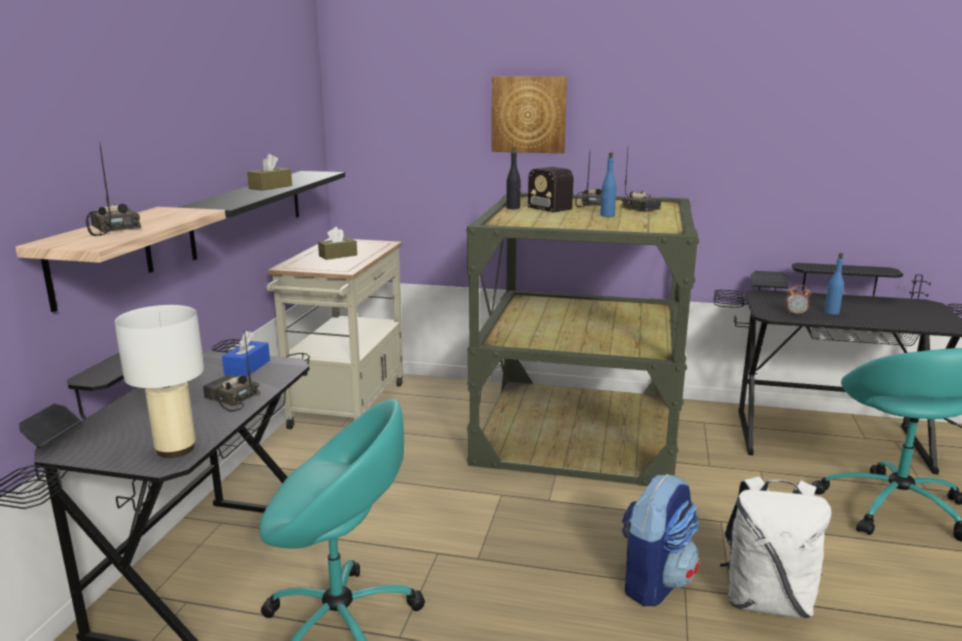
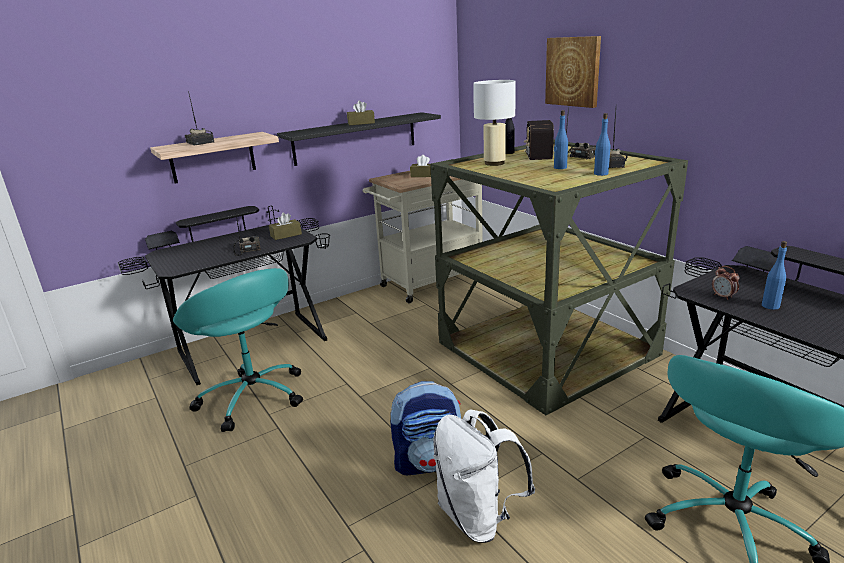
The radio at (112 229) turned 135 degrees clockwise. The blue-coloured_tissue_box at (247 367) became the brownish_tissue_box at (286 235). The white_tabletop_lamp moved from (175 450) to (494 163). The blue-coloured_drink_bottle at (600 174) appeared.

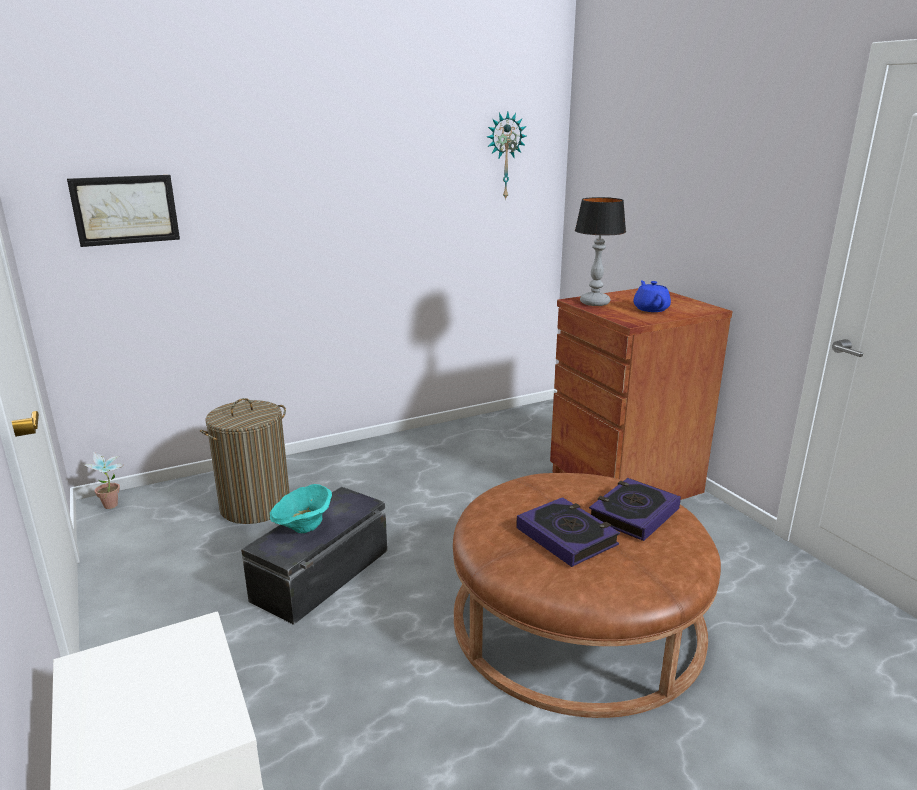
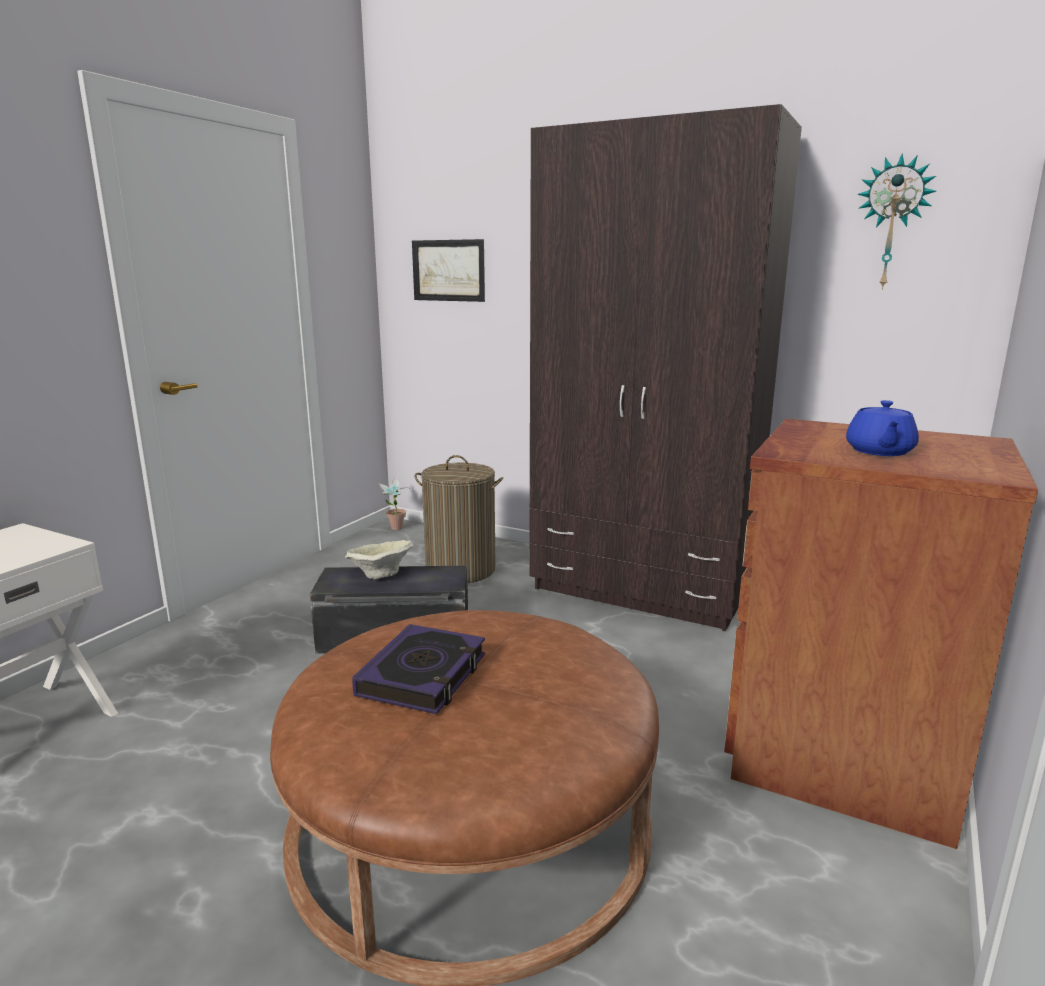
The turquoise_deep_dish at (303 527) became the beige_deep_dish at (380 575). The brownish_armoire at (641 590) appeared. The blue-coloured_teapot at (650 309) turned 150 degrees clockwise. The tabletop_lamp at (594 303) disappeared. The bound_book at (633 514) disappeared.

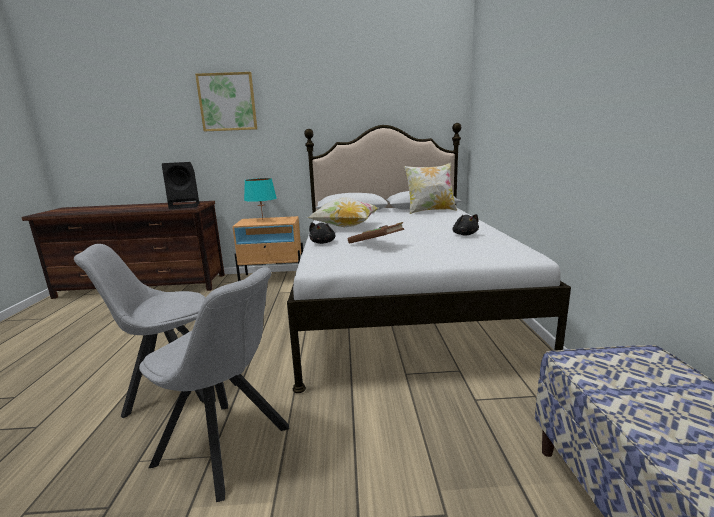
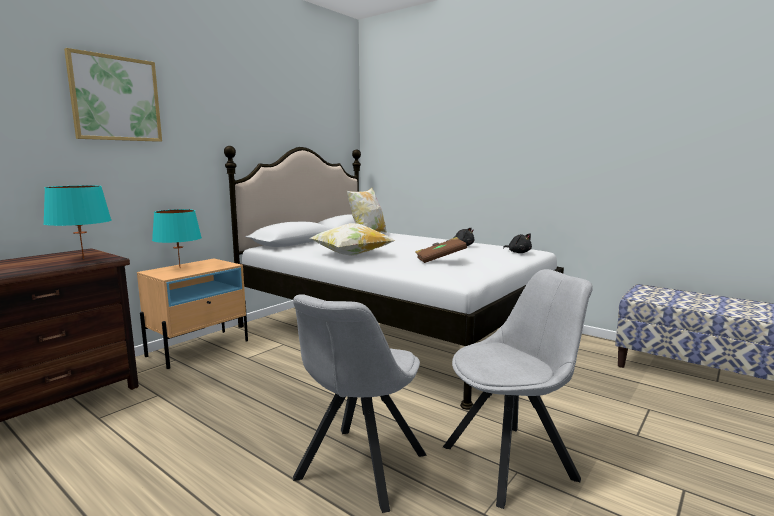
The black-coloured_speaker at (185 206) was replaced by the turquoise_tabletop_lamp at (83 258). The black-coloured_cuddly_toy moved from (323 242) to (518 252).

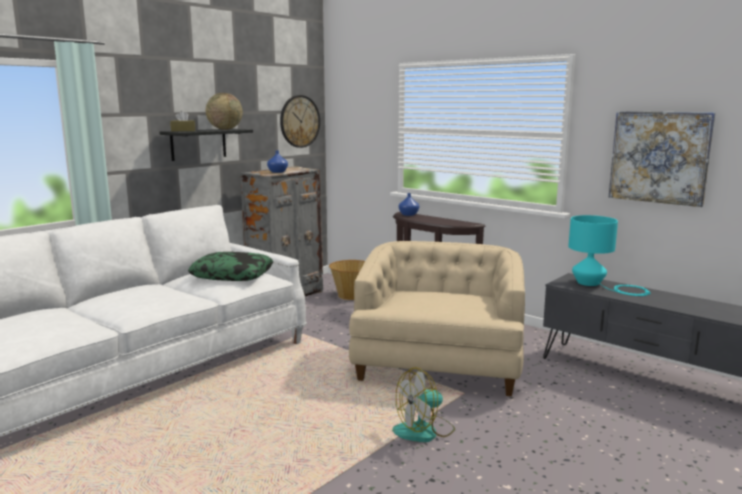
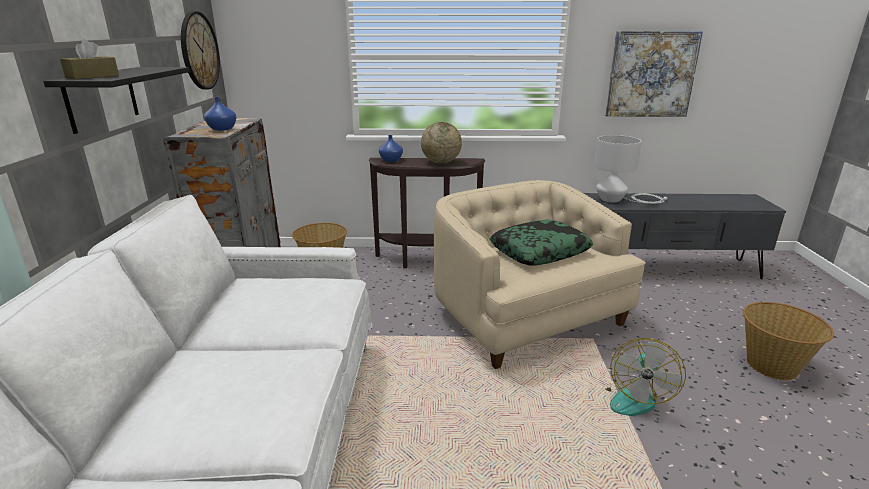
The world_globe moved from (225 129) to (441 162). The cushion moved from (232 275) to (539 251). The turquoise_tabletop_lamp at (604 286) became the white_tabletop_lamp at (625 199). The household_basket at (772 365) appeared.

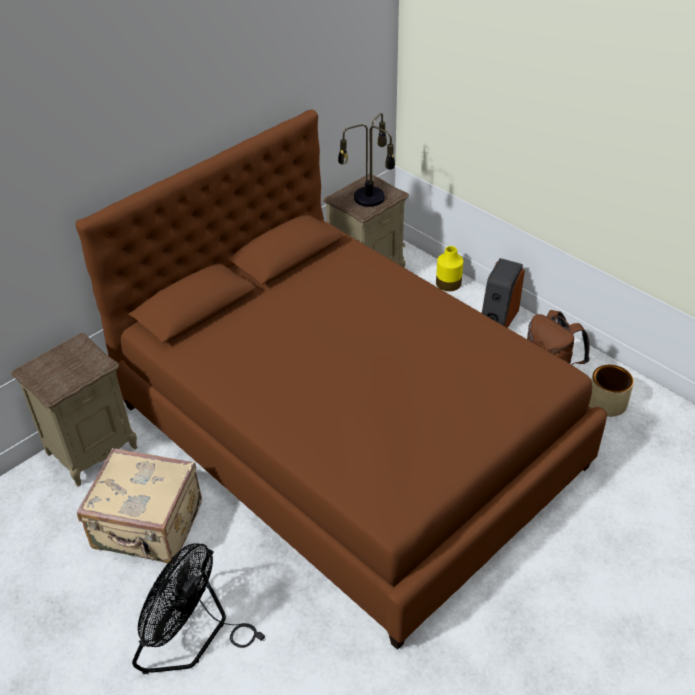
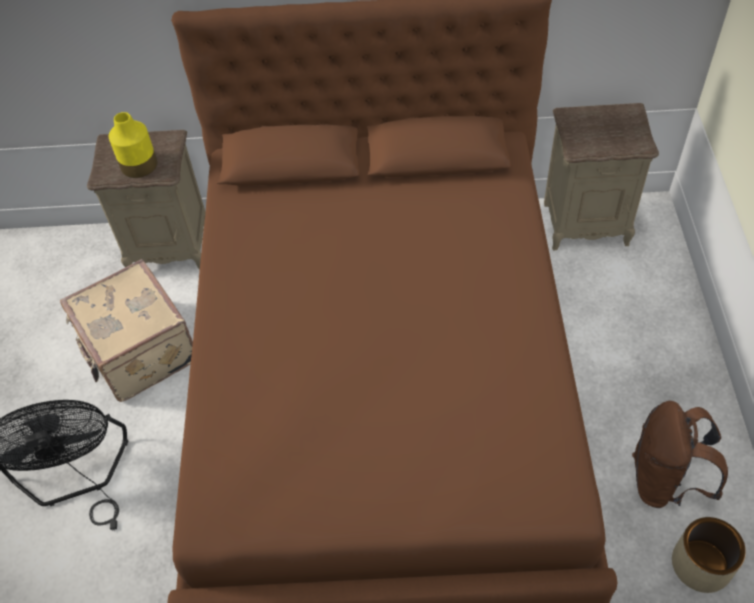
The yellowish_decorative_vase moved from (448 283) to (138 164). The tabletop_lamp at (369 198) disappeared. The speaker at (498 319) disappeared.

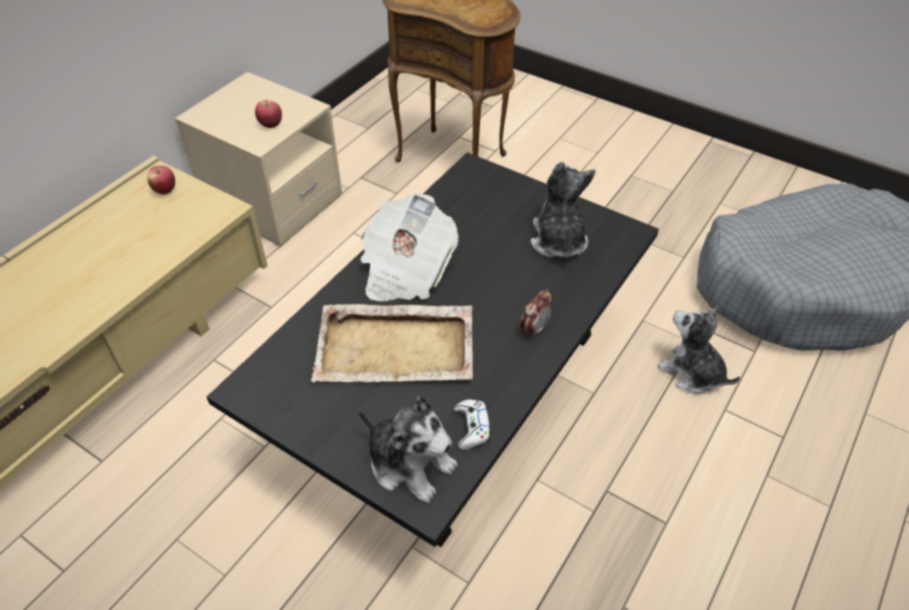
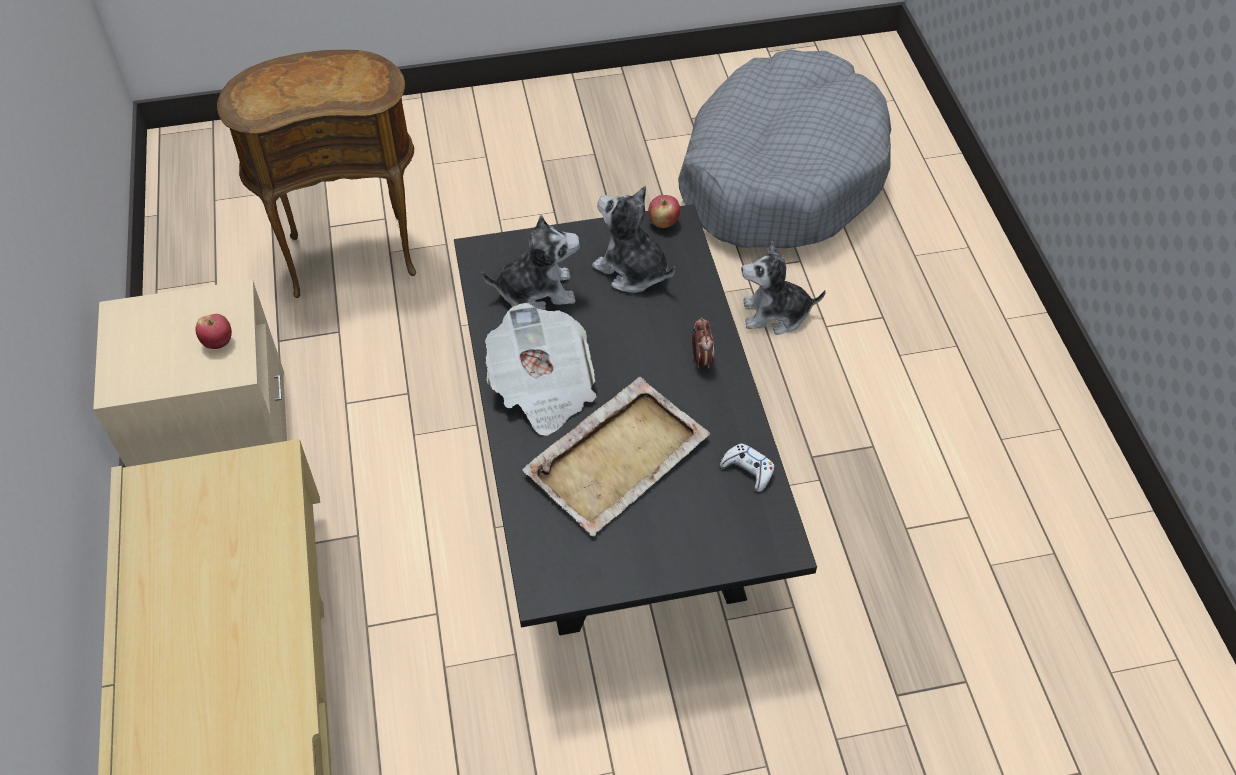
The cuddly_toy moved from (410 463) to (537 291). The apple_fruit moved from (165 190) to (663 222).

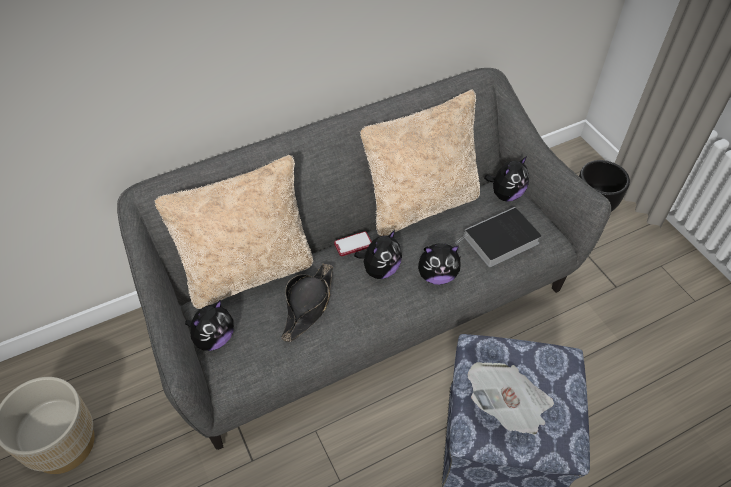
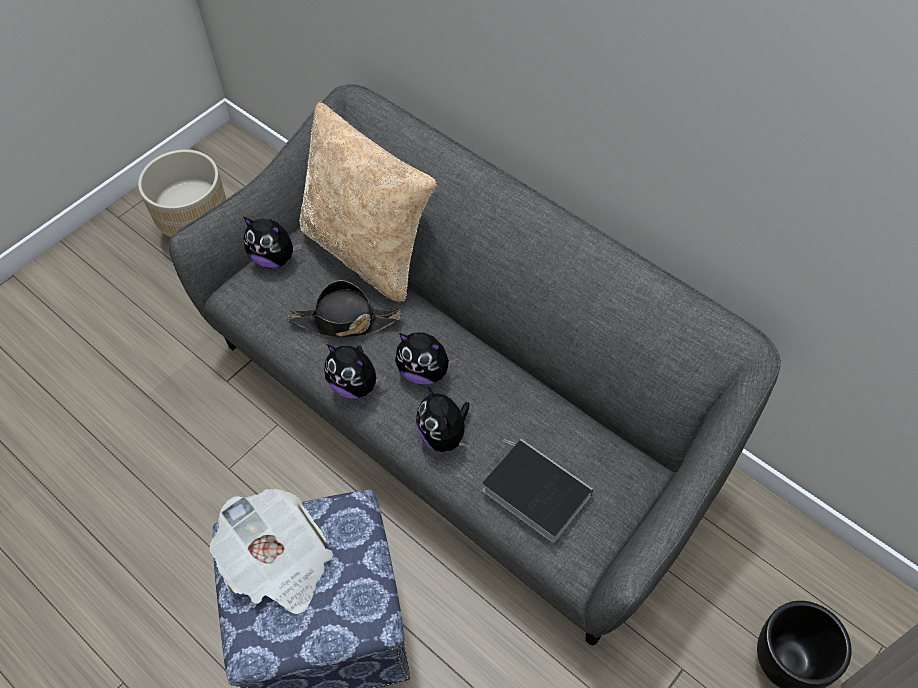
The cuddly_toy moved from (505 194) to (355 385). The telephone at (353 244) disappeared. The beige_cushion at (422 206) disappeared.

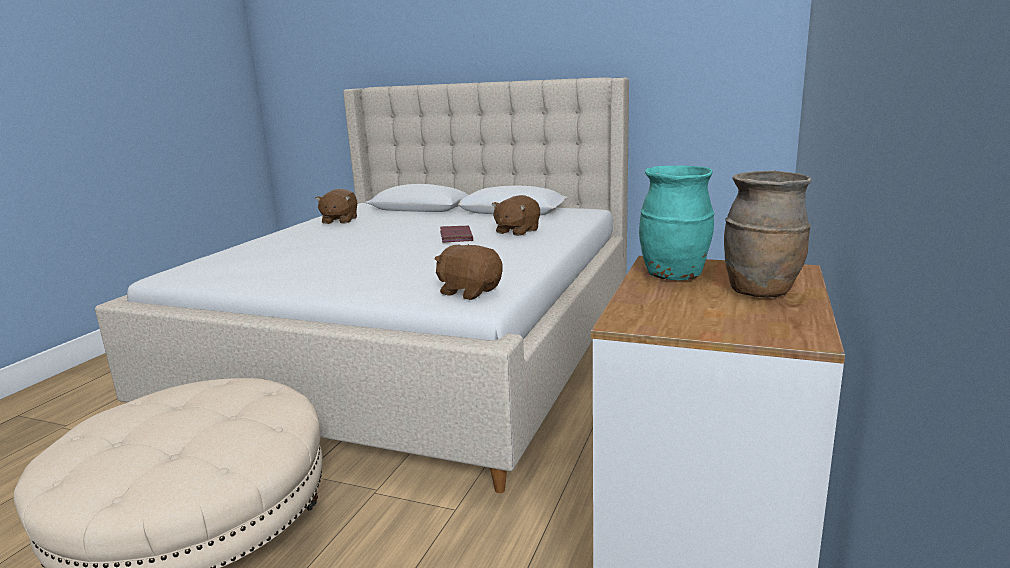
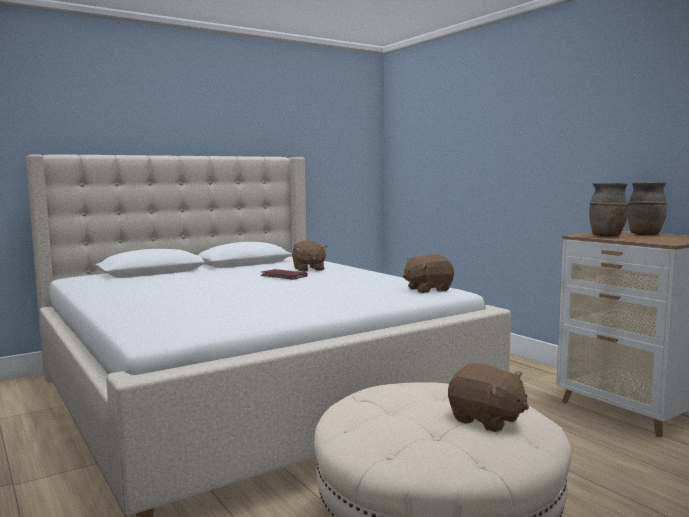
The brownish_cuddly_toy moved from (339 220) to (486 420). The turquoise_decorative_vase at (675 276) became the brownish_decorative_vase at (607 236).

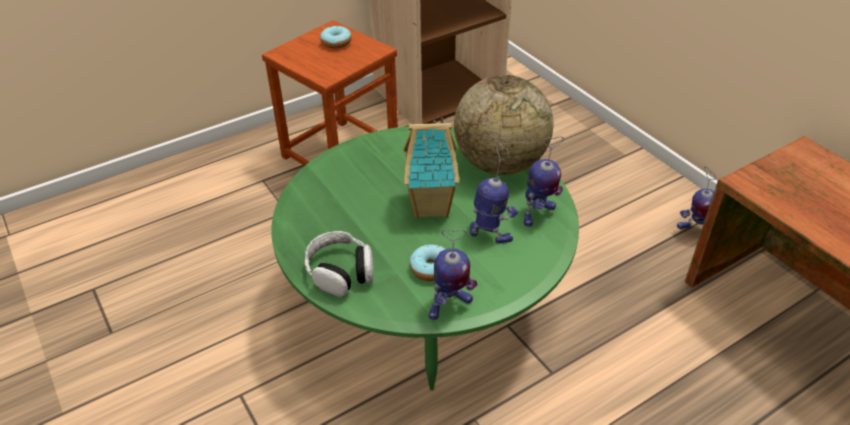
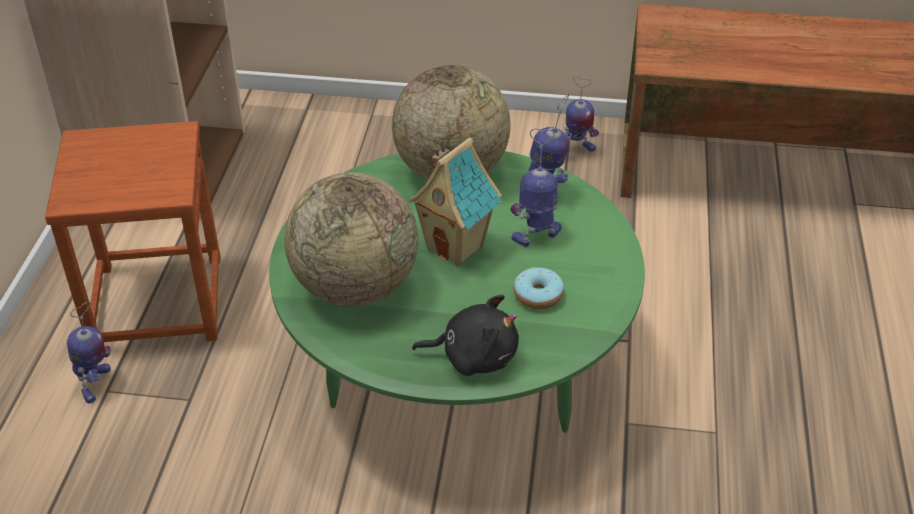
The toy_robot moved from (449 306) to (95 384). The world_globe at (355 287) appeared. The pair_of_headphones at (340 272) was replaced by the black-coloured_cuddly_toy at (474 356). The donut at (336 42) disappeared.

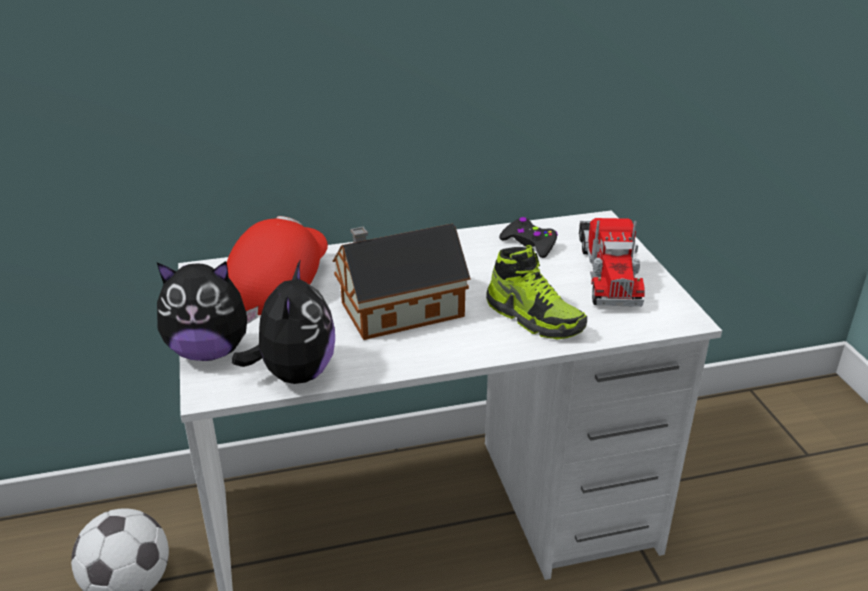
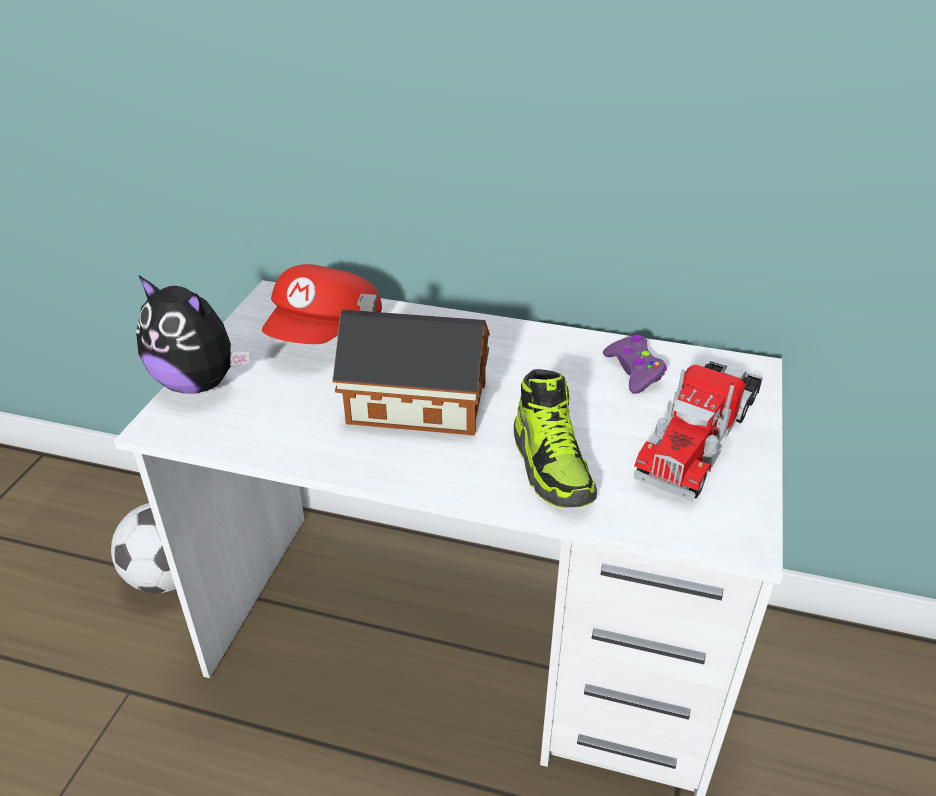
The red-coloured_cap at (279 284) turned 150 degrees clockwise. The black-coloured_joypad at (529 244) became the purple-coloured_joypad at (634 371). The cuddly_toy at (294 373) disappeared.

